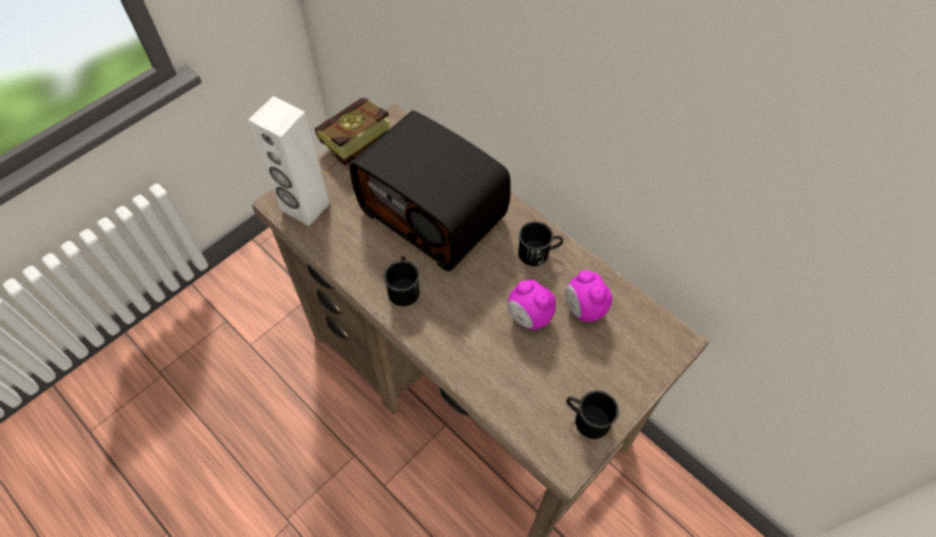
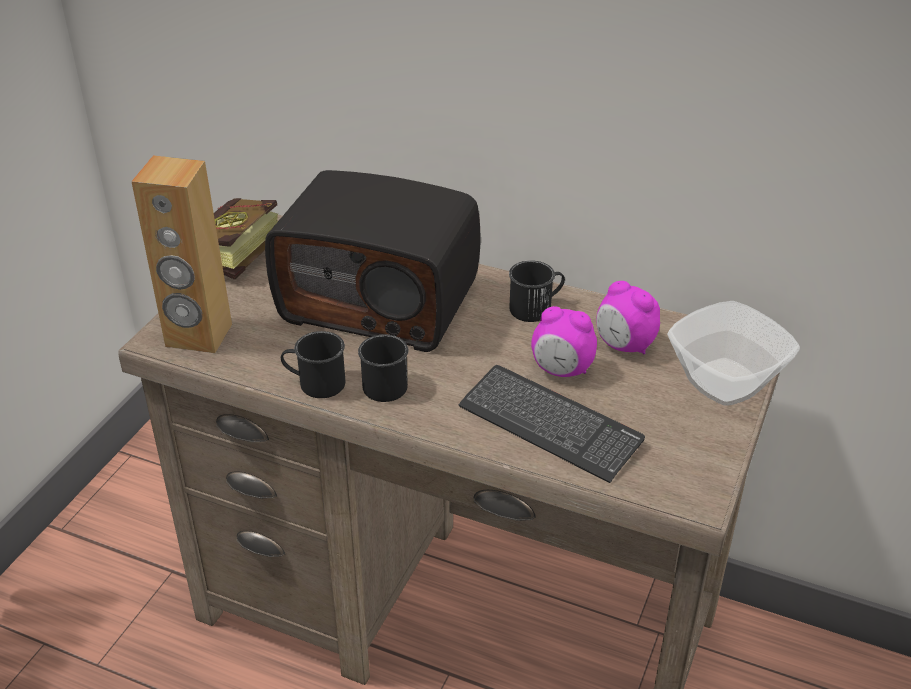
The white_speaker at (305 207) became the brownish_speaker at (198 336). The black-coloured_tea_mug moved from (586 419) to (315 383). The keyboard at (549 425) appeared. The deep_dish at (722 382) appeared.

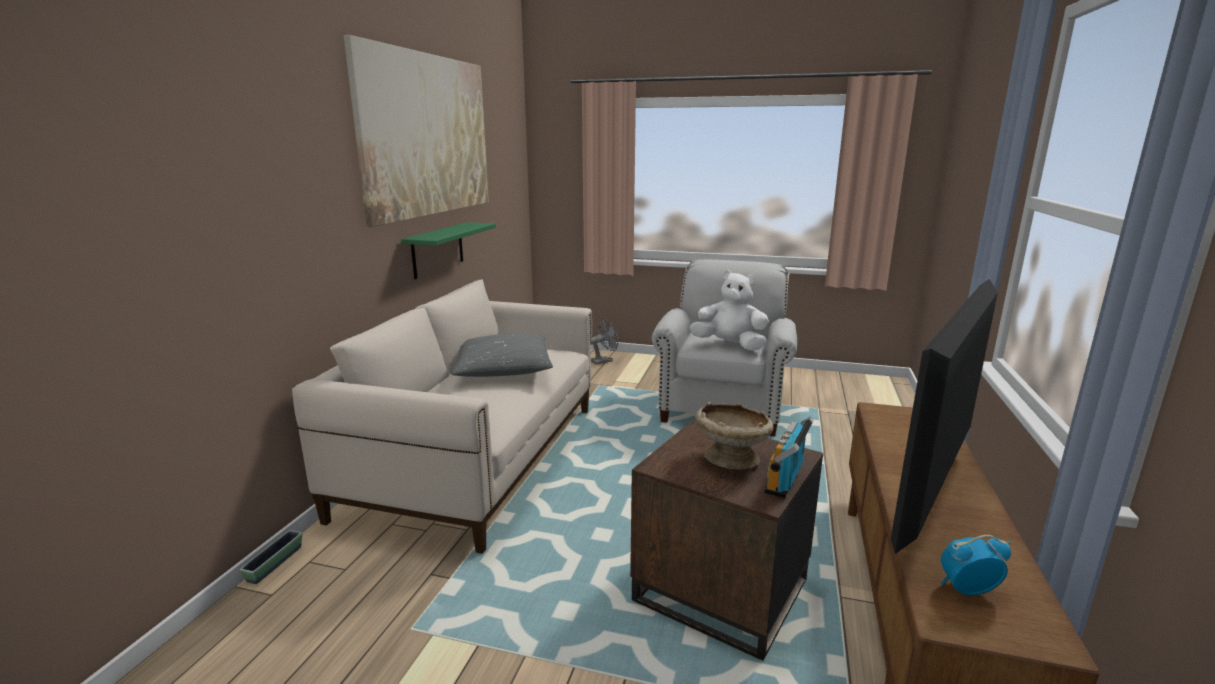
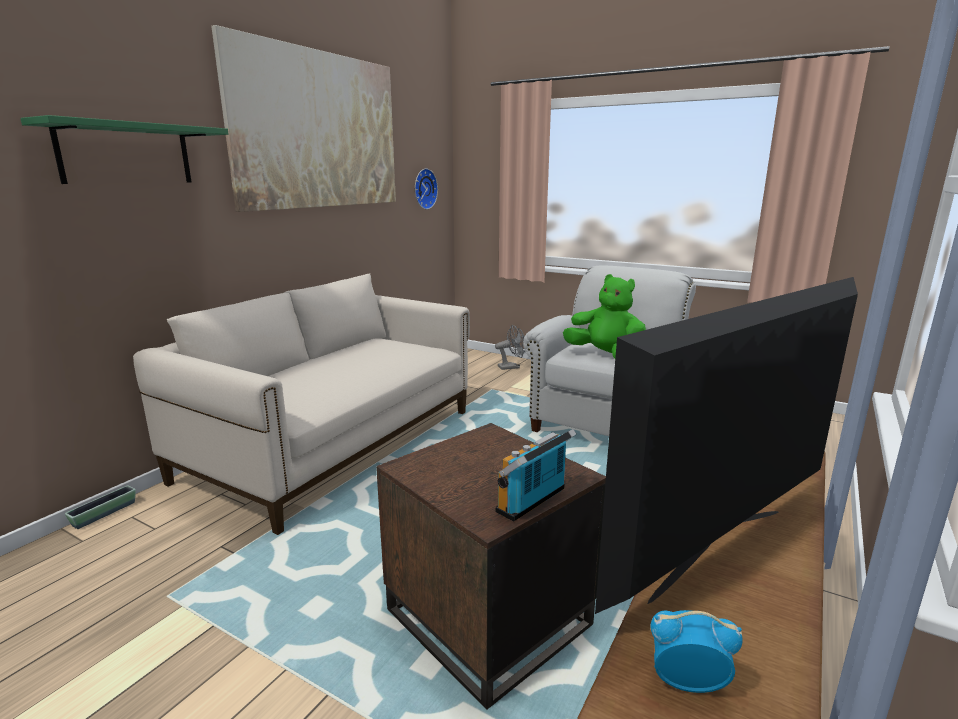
The green-coloured_wall_shelf moved from (438 249) to (126 154). The hanging_clock at (423 189) appeared. The white_cuddly_toy at (729 345) became the green-coloured_cuddly_toy at (605 356). The gray_cushion at (503 369) disappeared. The beige_deep_dish at (730 459) disappeared.

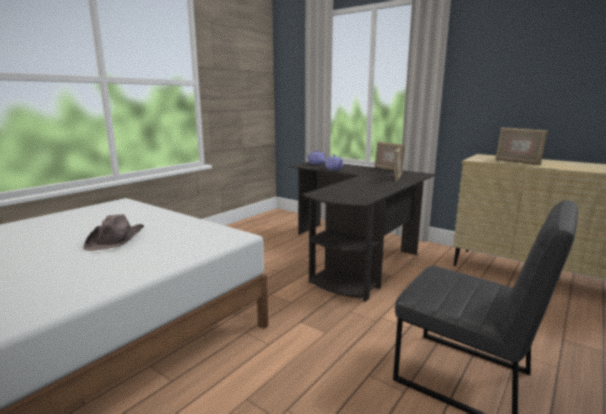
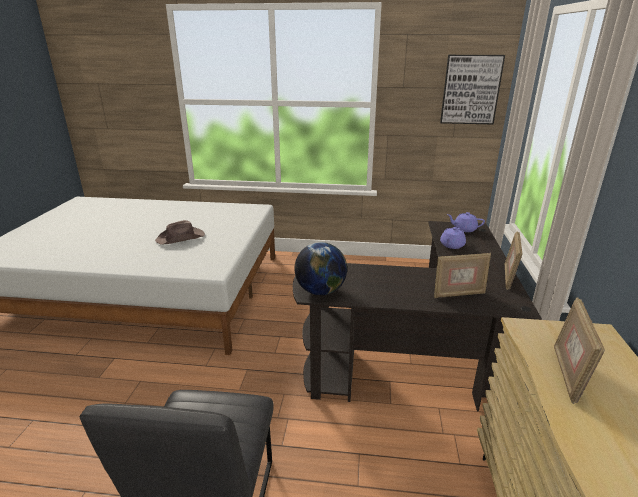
The world_globe at (320 291) appeared. The picture at (470 90) appeared.

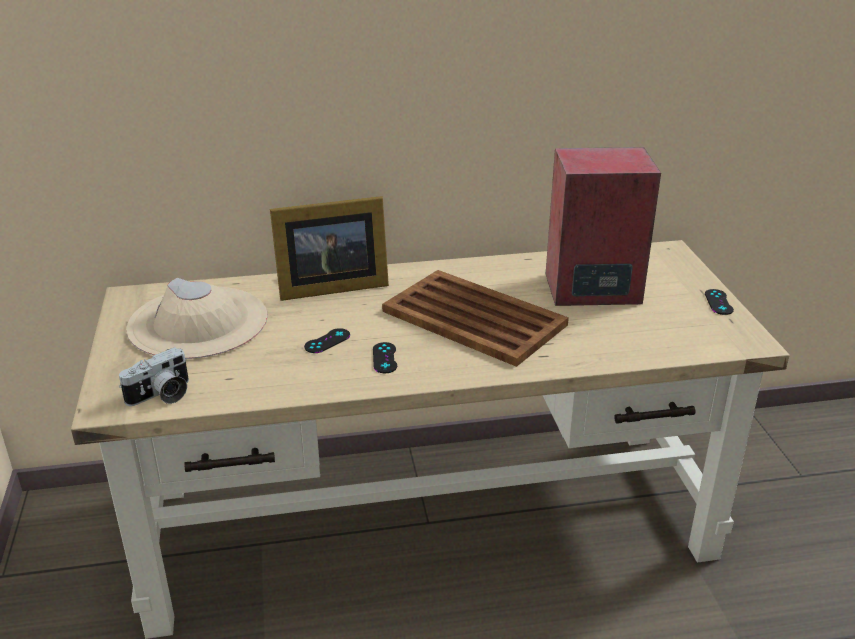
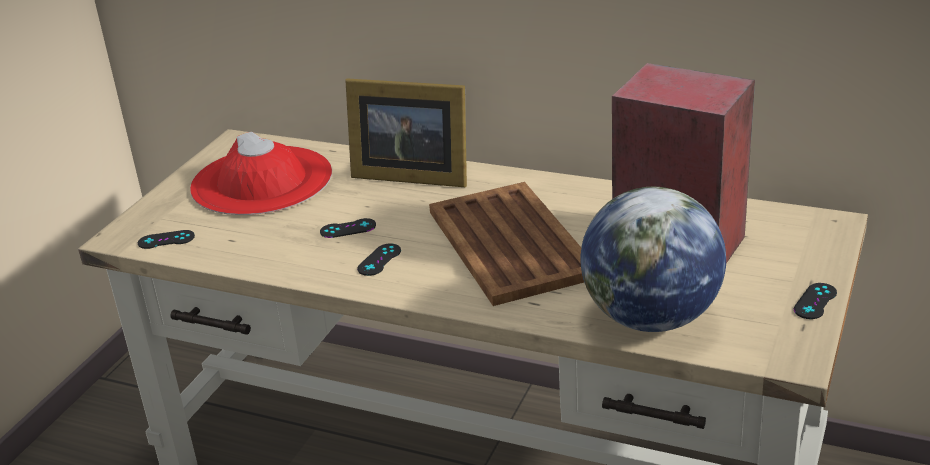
The still_camera at (161 395) was replaced by the black-coloured_joypad at (166 240). The beige_clothing_hat at (198 323) became the red-coloured_clothing_hat at (261 181). The world_globe at (650 318) appeared.

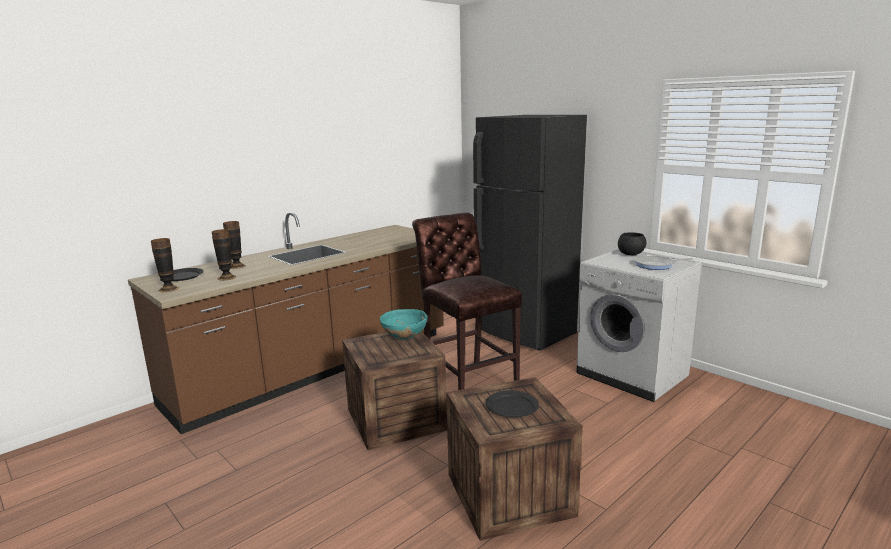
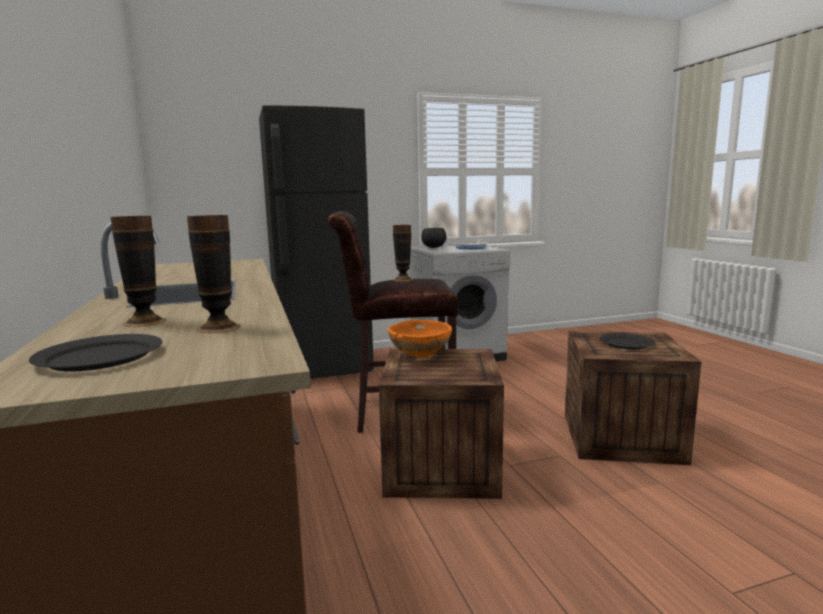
The turquoise_deep_dish at (404 338) became the orange_deep_dish at (419 357). The decorative_vase moved from (168 289) to (403 279).

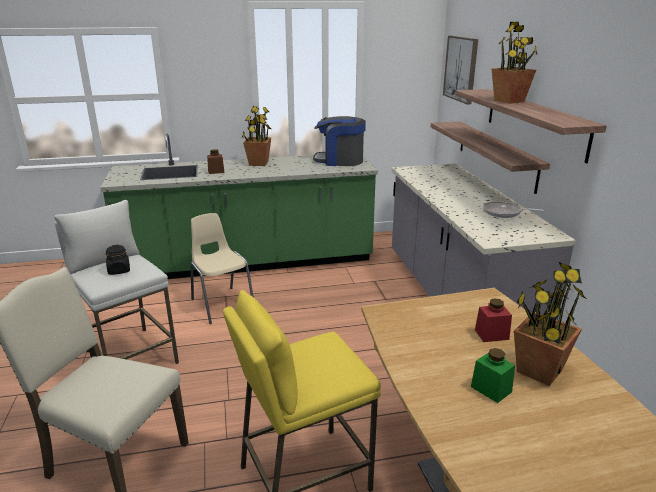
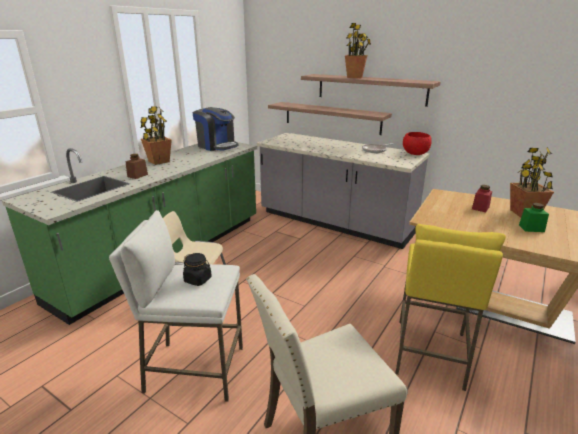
The coffee_maker at (339 161) turned 105 degrees counterclockwise. The red-coloured_deep_dish at (415 154) appeared. The picture at (461 69) disappeared.

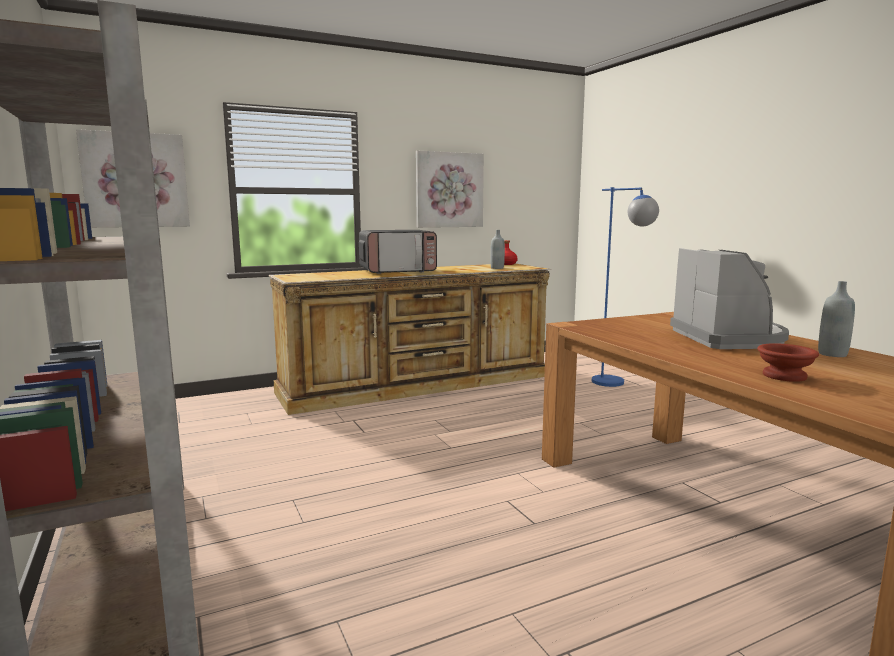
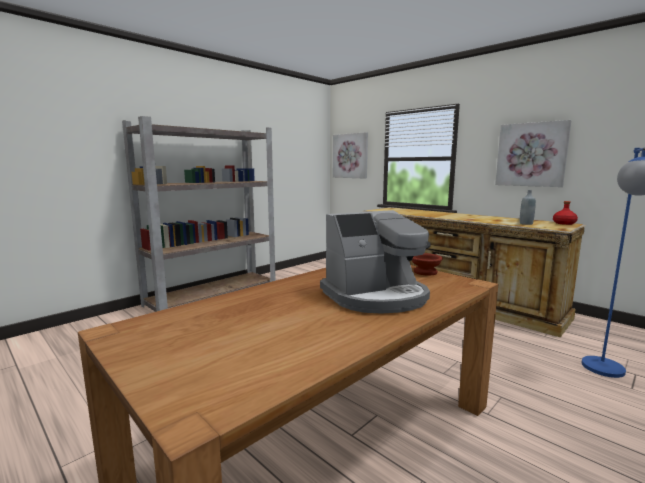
The brownish_deep_dish moved from (783 375) to (426 272). The microwave_oven at (398 271) disappeared. The gray_drink_bottle at (832 354) disappeared.

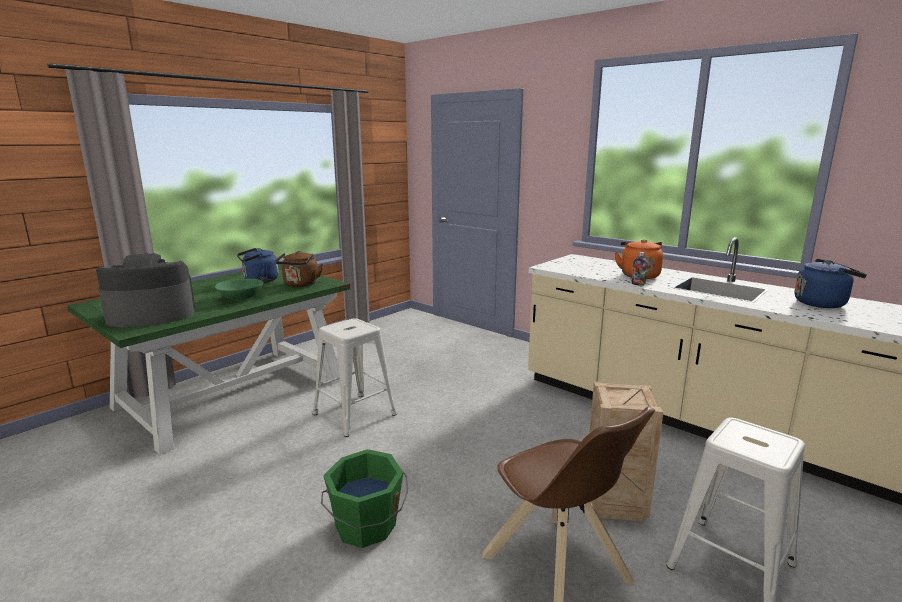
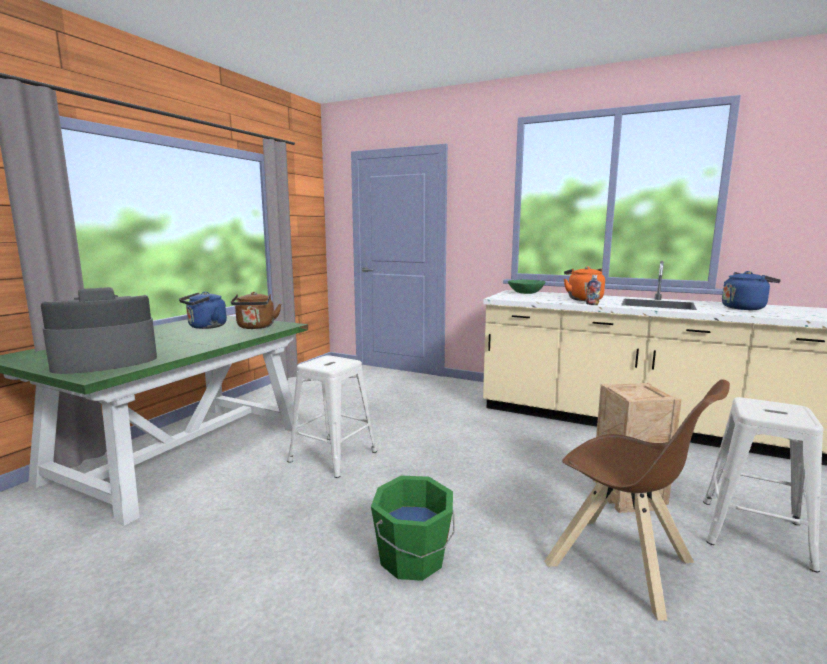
The green-coloured_deep_dish moved from (240 298) to (525 293).

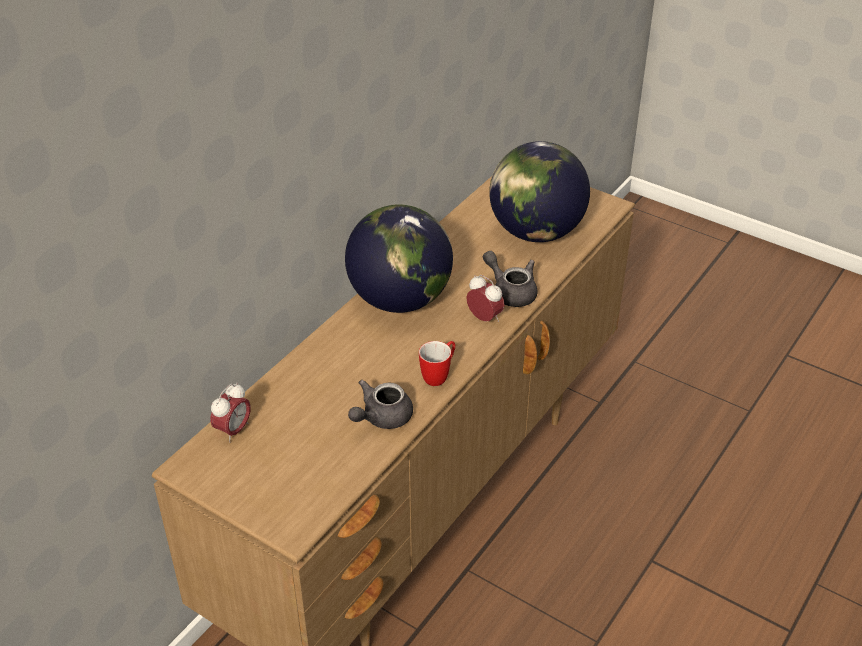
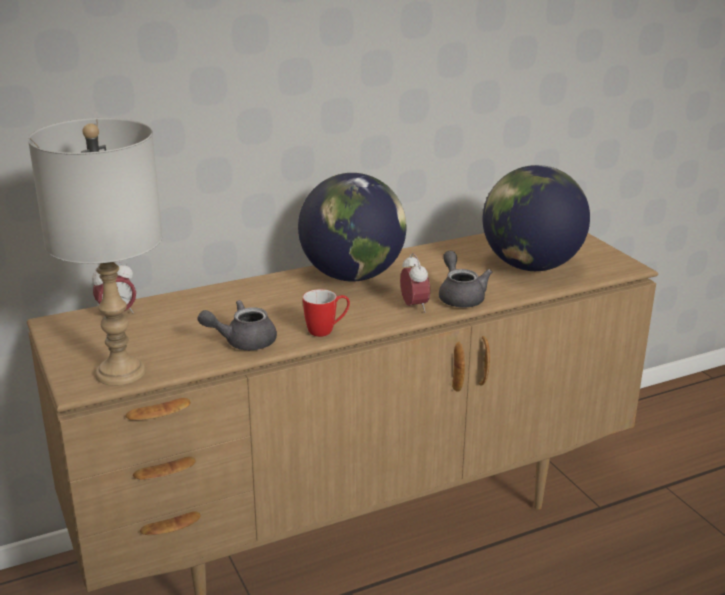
The gray_tabletop_lamp at (121 372) appeared.

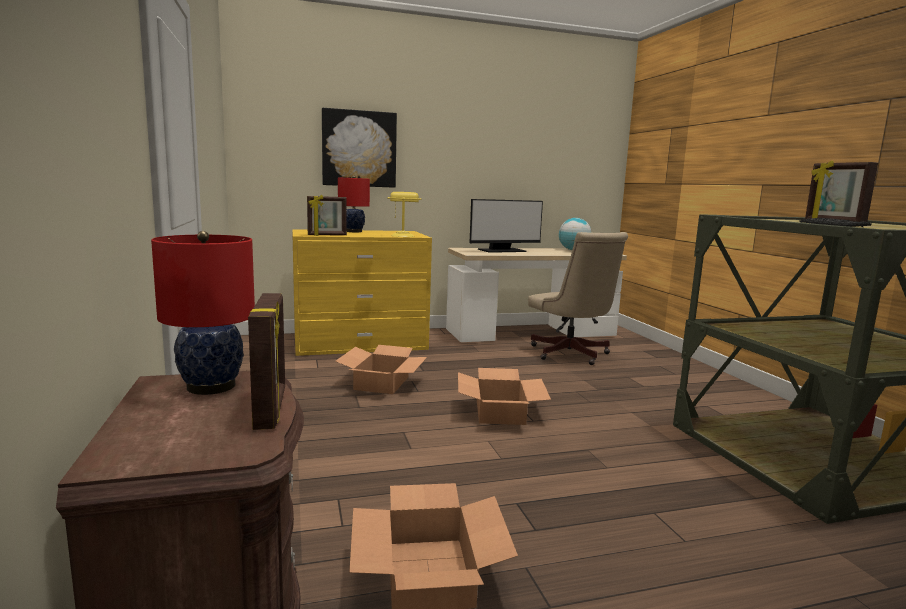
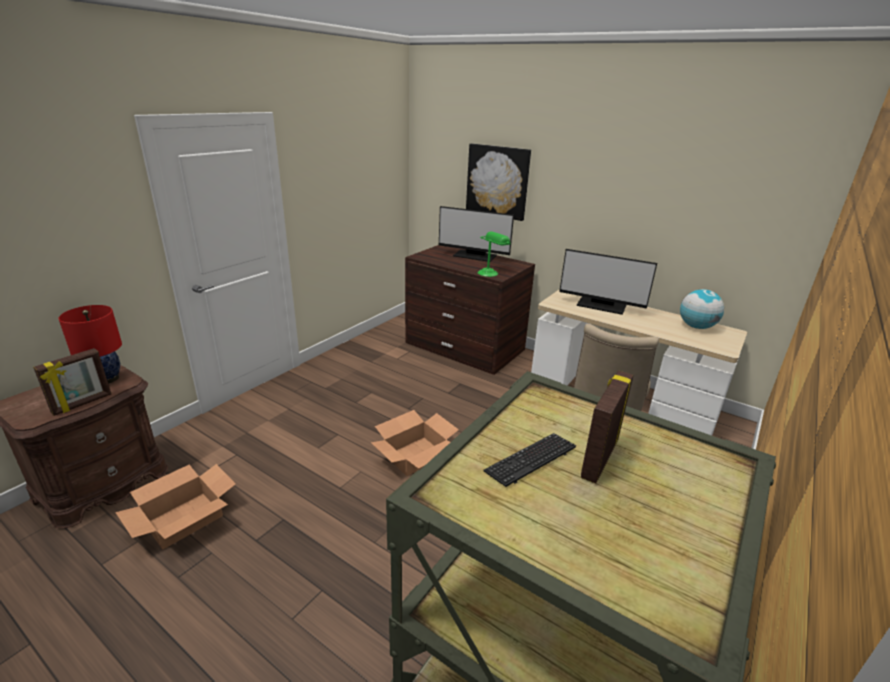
The yellowish_chest_of_drawers at (359 341) became the brownish_chest_of_drawers at (464 346). The red-coloured_tabletop_lamp at (353 231) was replaced by the monitor at (474 256). The yellowish_tabletop_lamp at (402 235) became the green-coloured_tabletop_lamp at (490 272). The photo_frame at (327 235) disappeared. The carton at (382 383) disappeared.

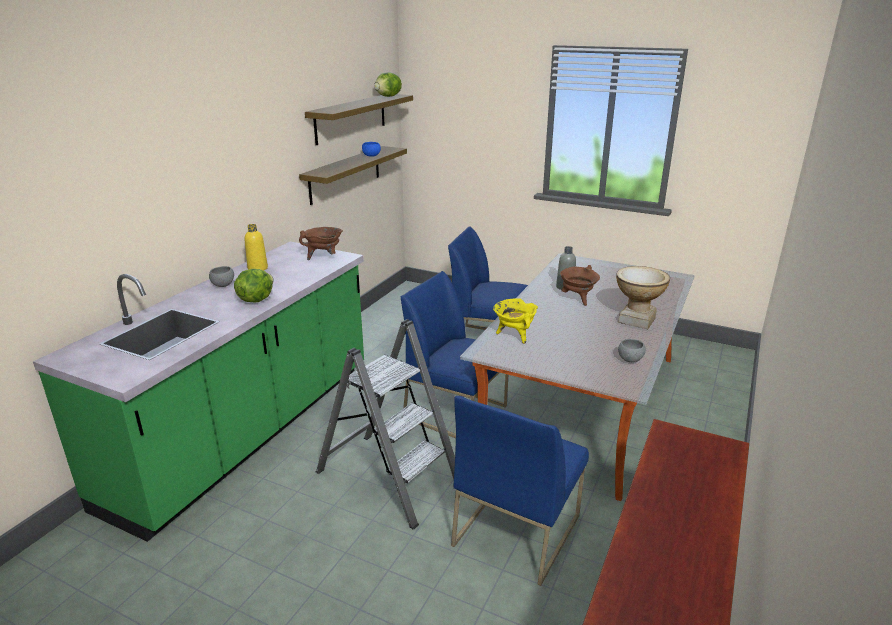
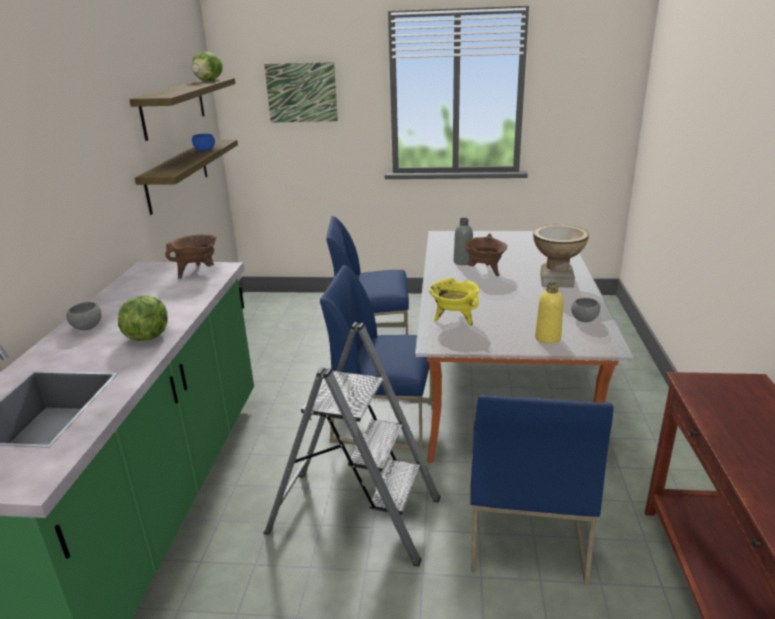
The picture at (301 92) appeared. The yellowish_drink_bottle moved from (257 268) to (547 338).

